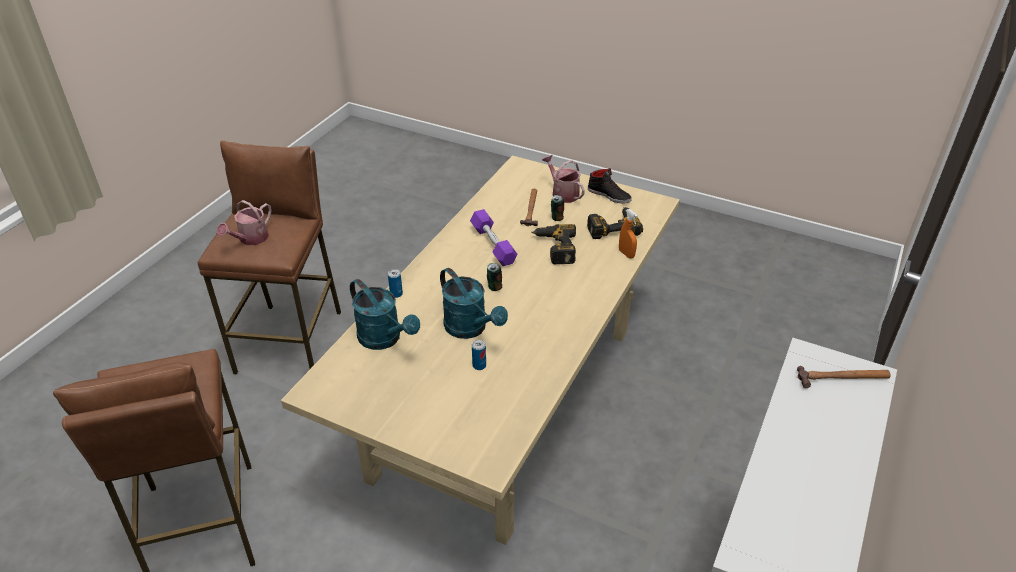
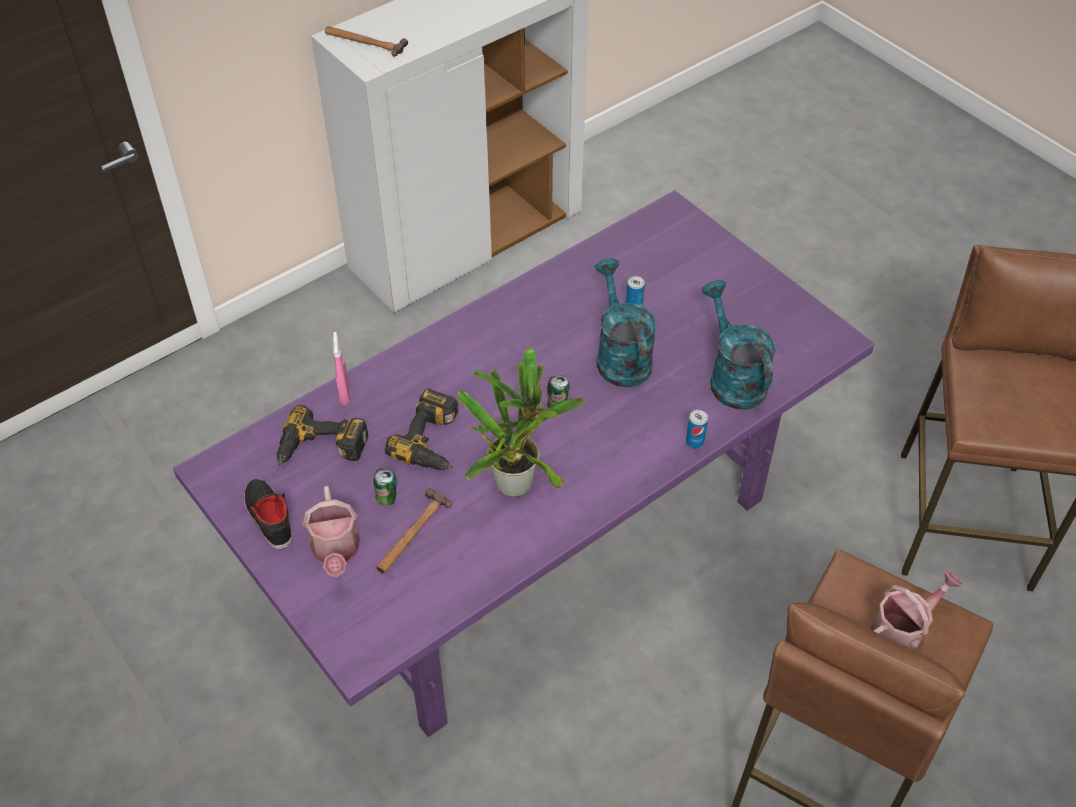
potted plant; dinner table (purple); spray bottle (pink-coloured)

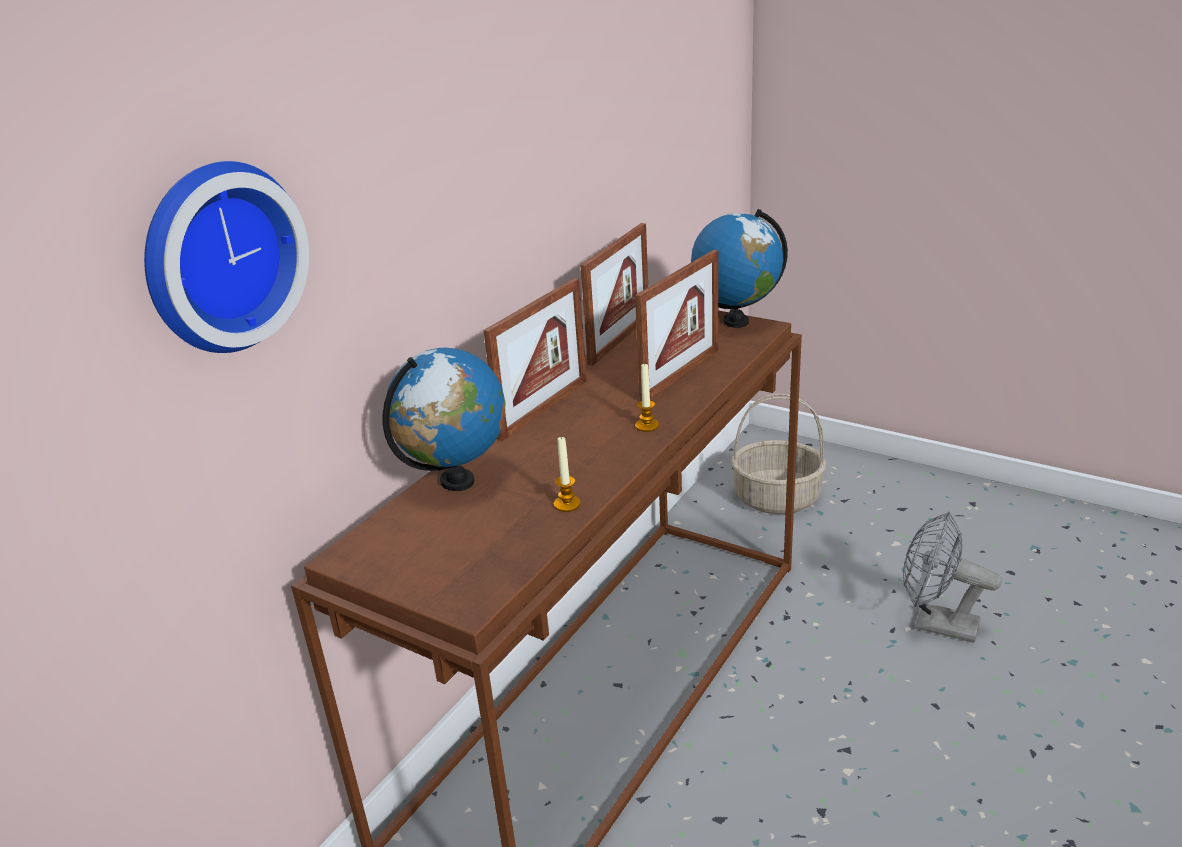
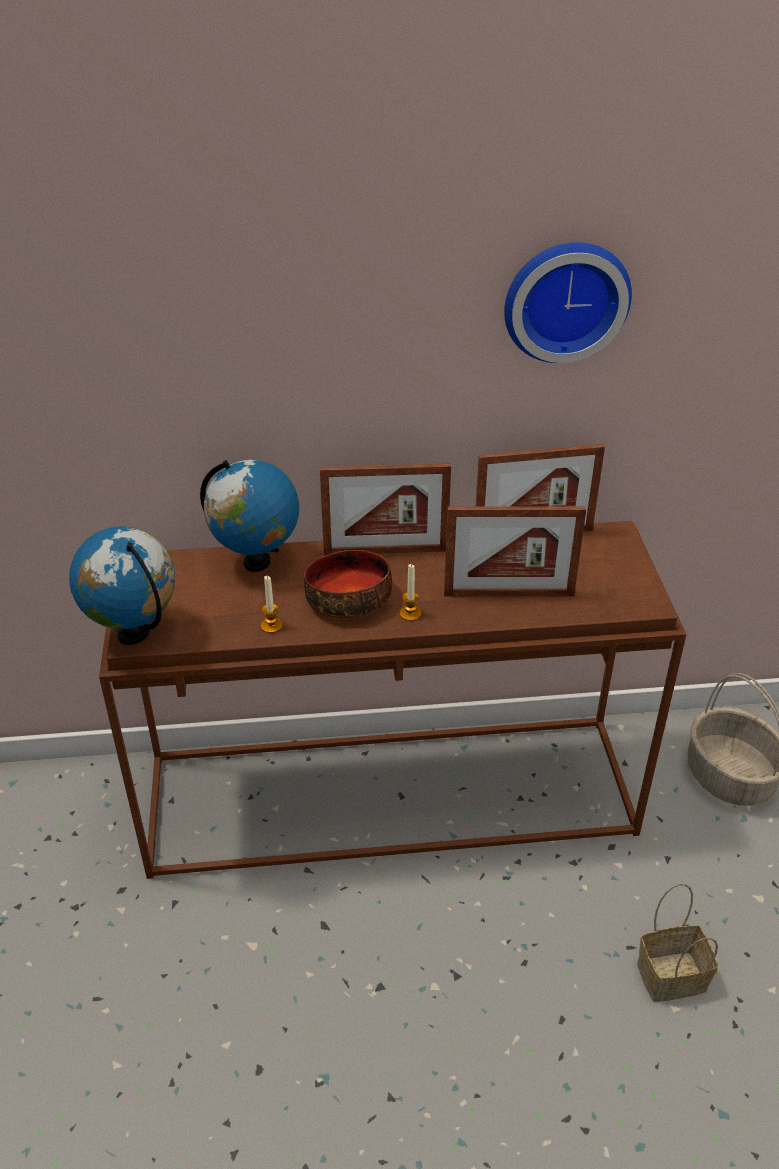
bowl; wall clock; globe (1st from left); storage basket (1st from left)

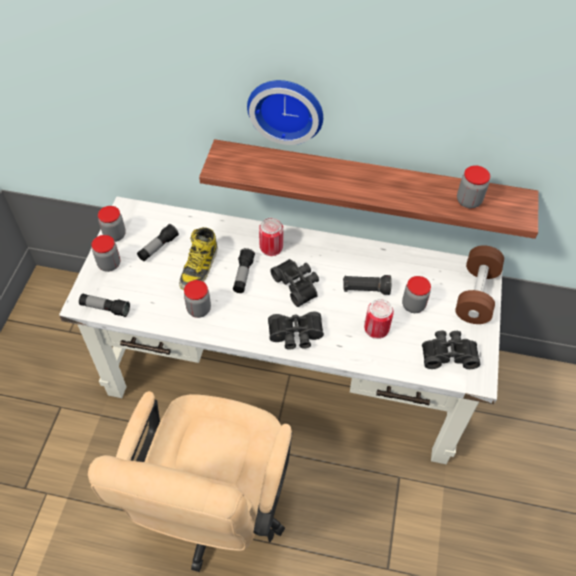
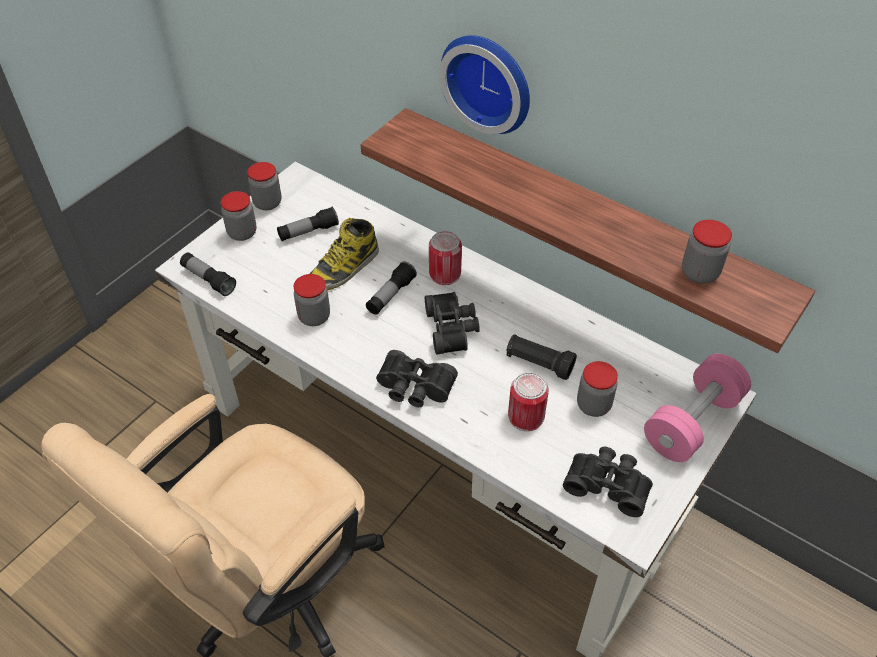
hand weight (pink-coloured)

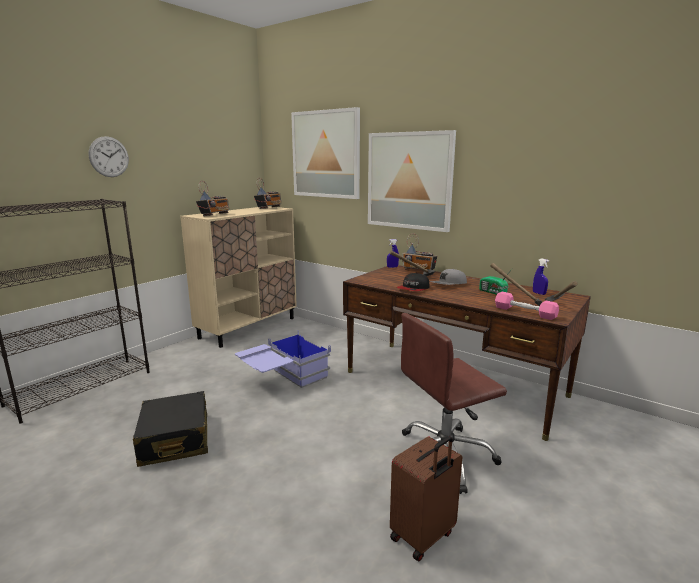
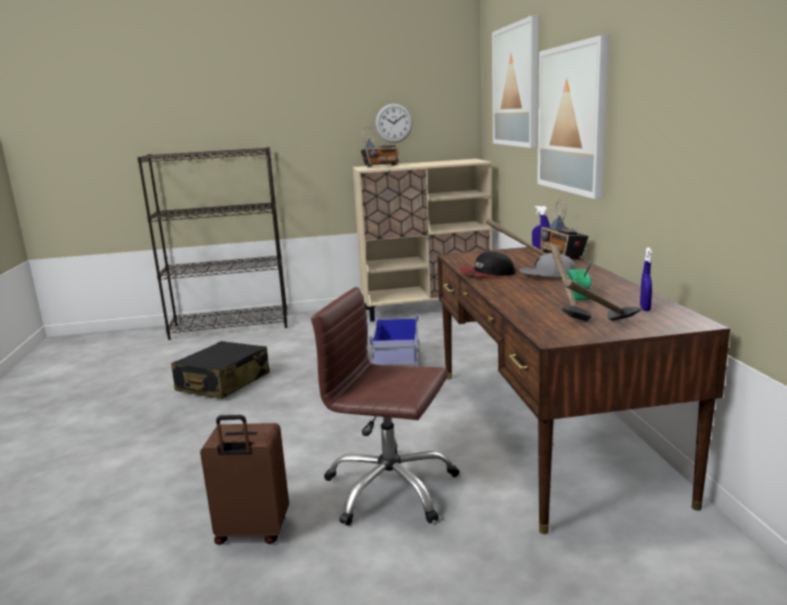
radio set (2nd from left in the first image); hand weight (pink-coloured); wall clock

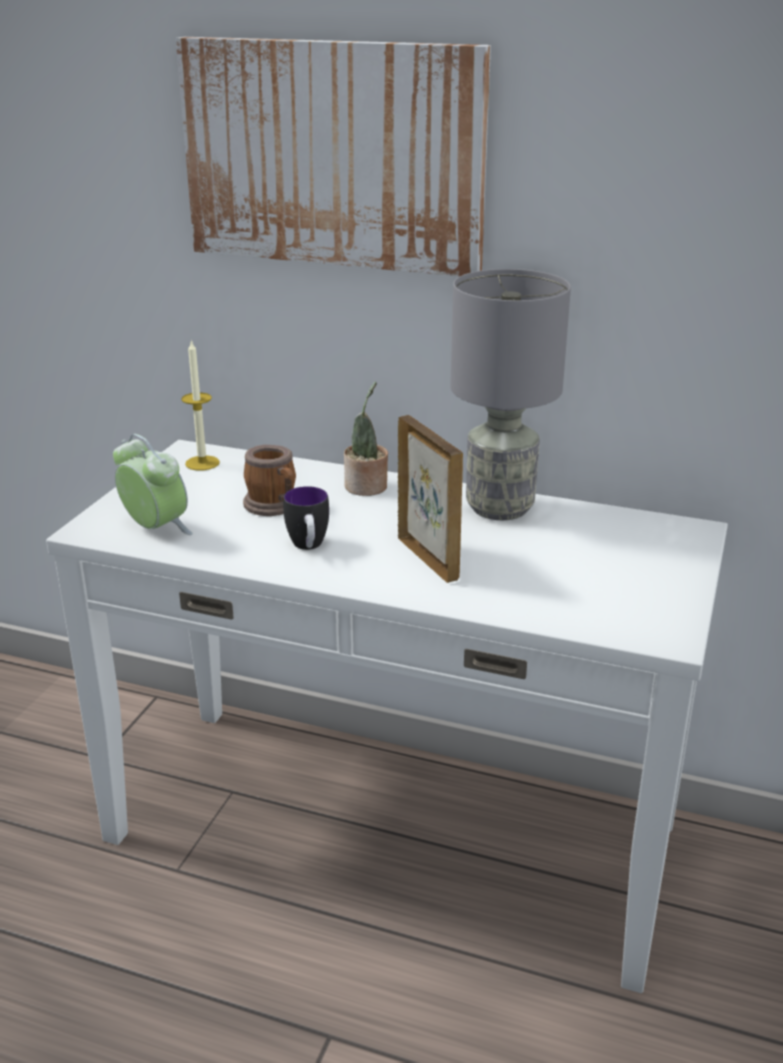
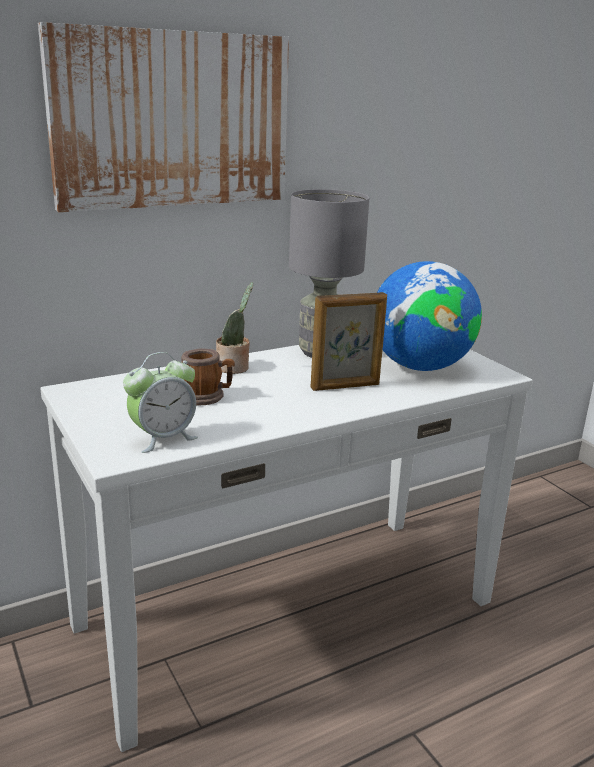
candle; tea mug (2nd from left in the first image); globe; alarm clock; photo frame

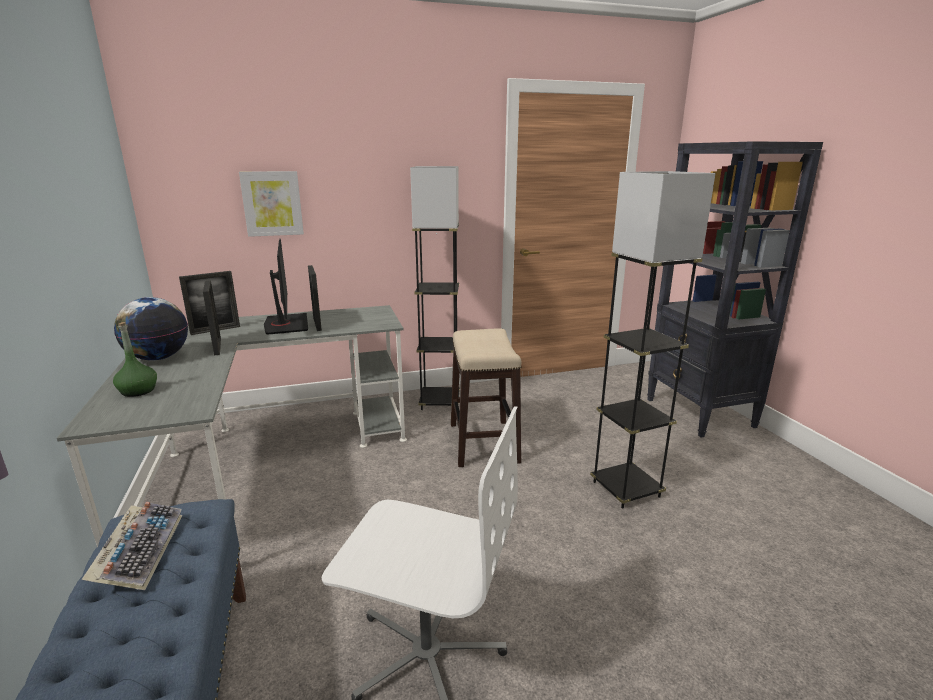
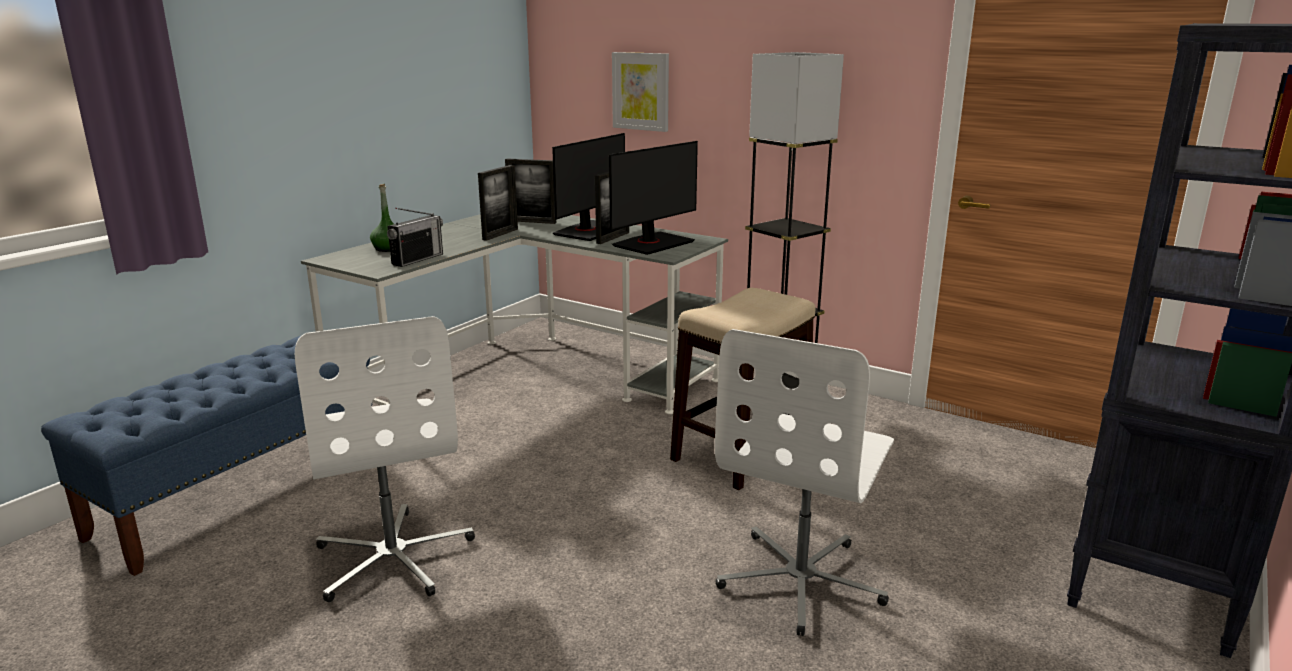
computer keyboard; globe; radio set; computer screen (2nd from left); computer chair (white) (2nd from left)

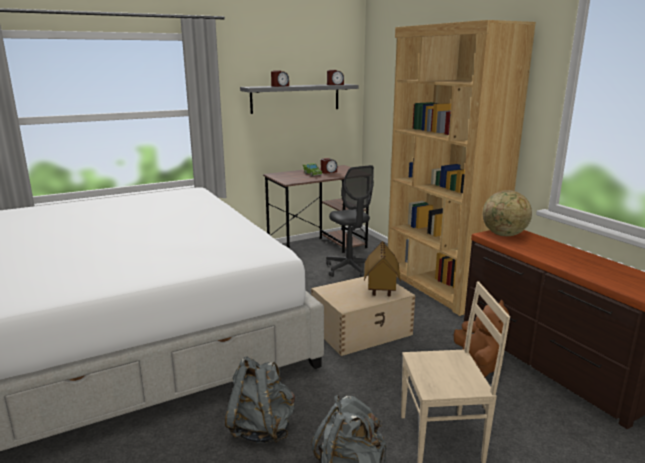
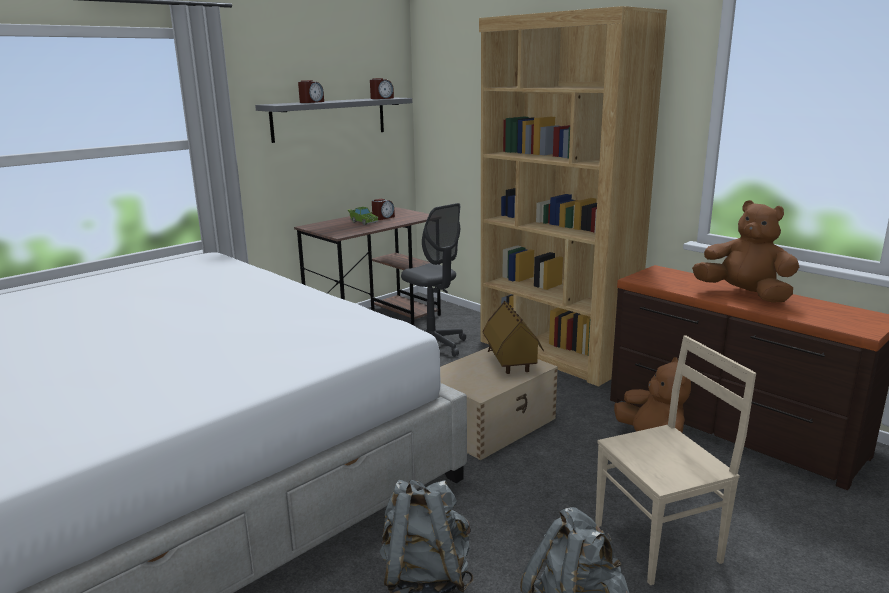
globe; soft toy (brown) (2nd from left)

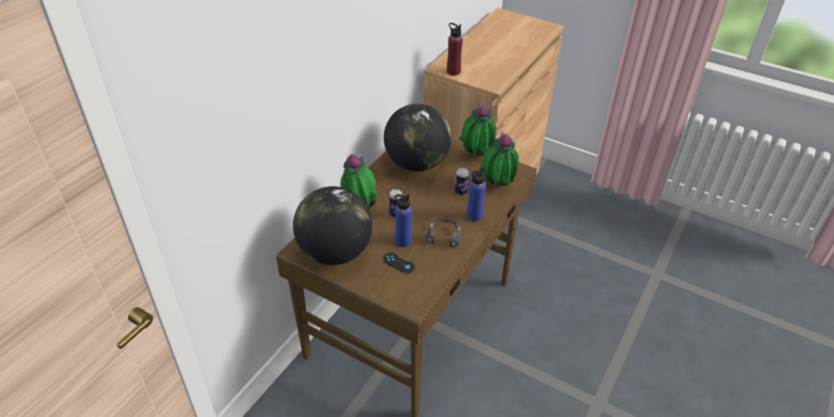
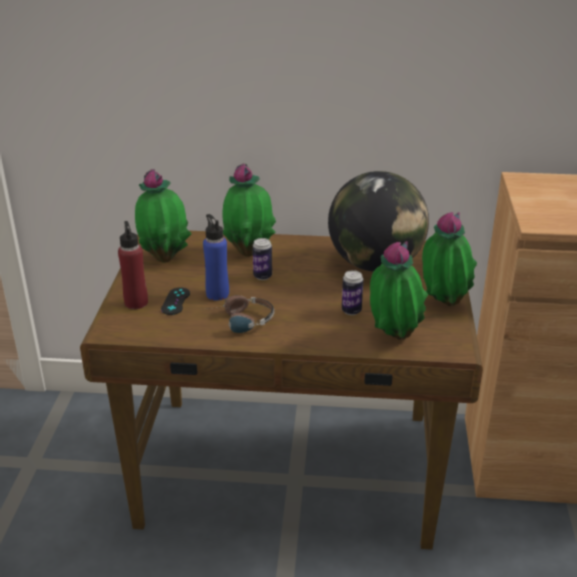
beverage bottle (blue) (2nd from left in the first image); beverage bottle (red); potted plant (1st from left)

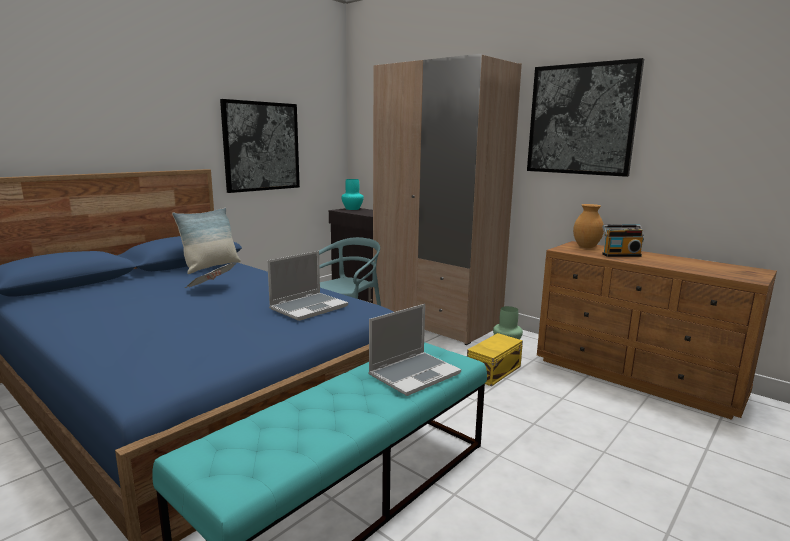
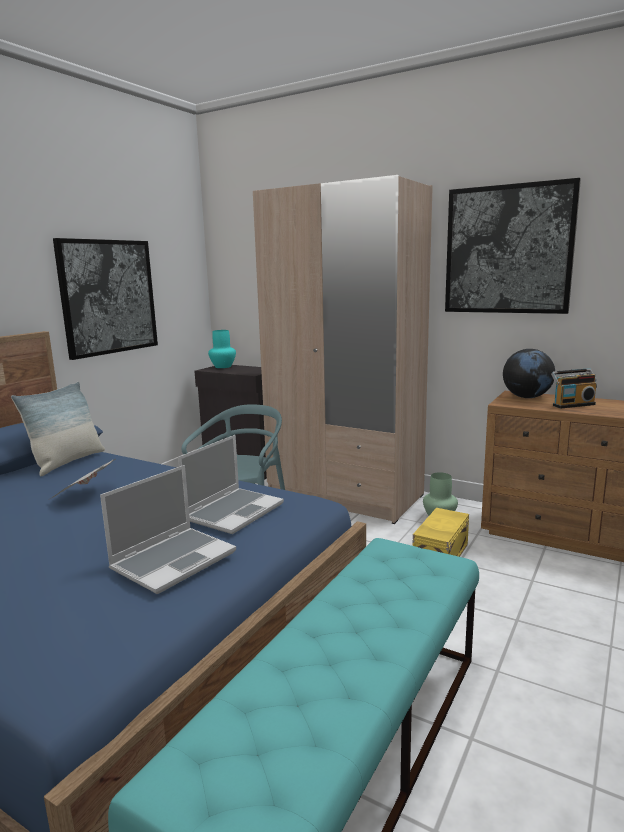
notebook computer (1st from left); globe

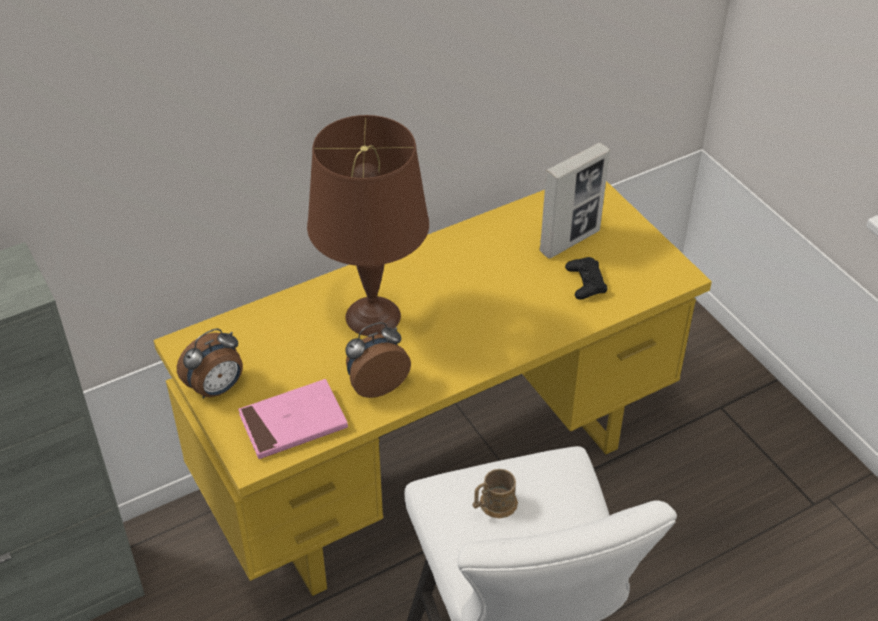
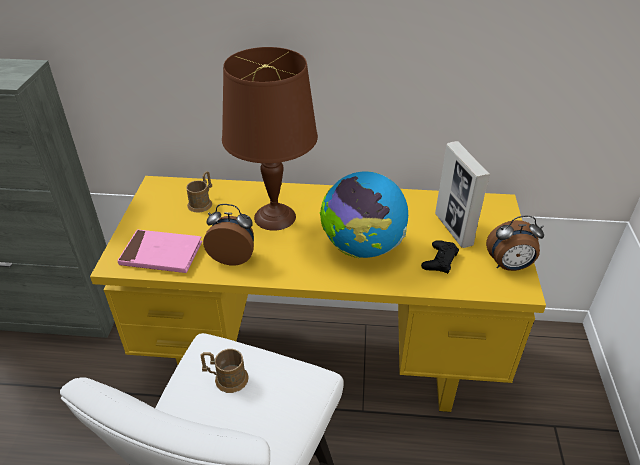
tea mug (brown) (1st from left); globe; alarm clock (2nd from left); photo frame

